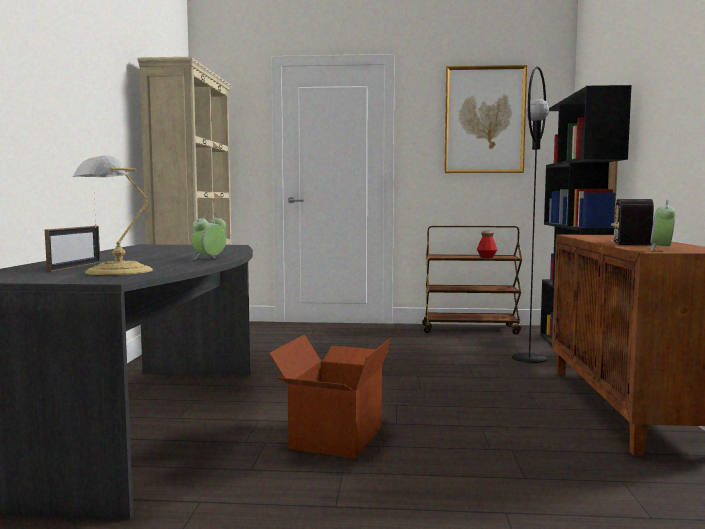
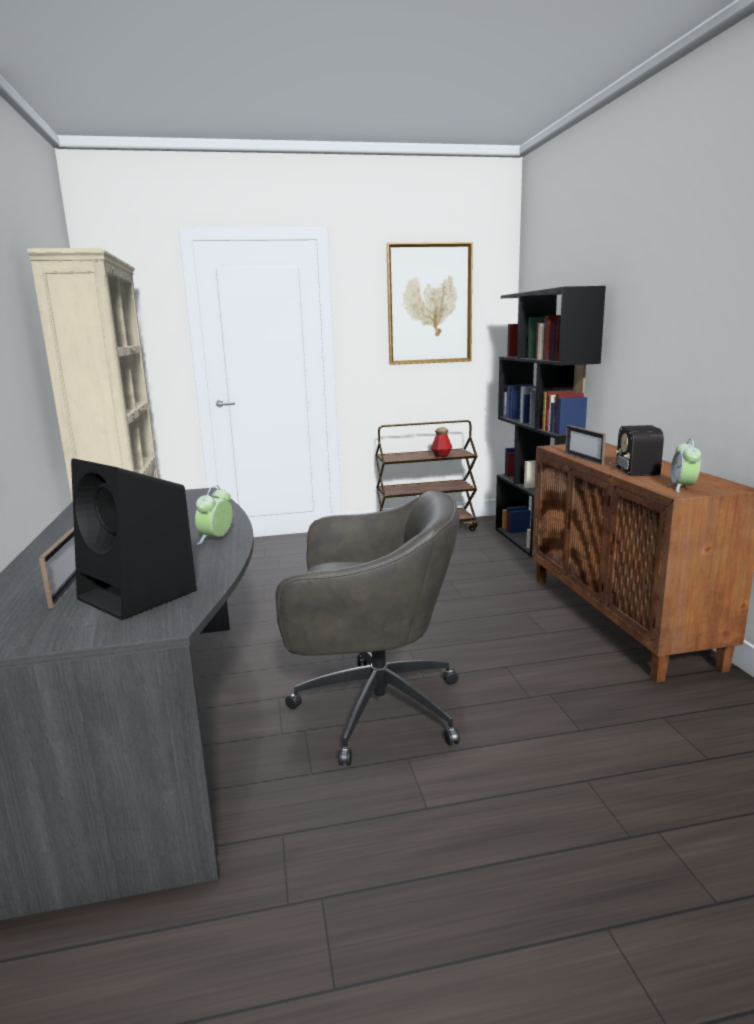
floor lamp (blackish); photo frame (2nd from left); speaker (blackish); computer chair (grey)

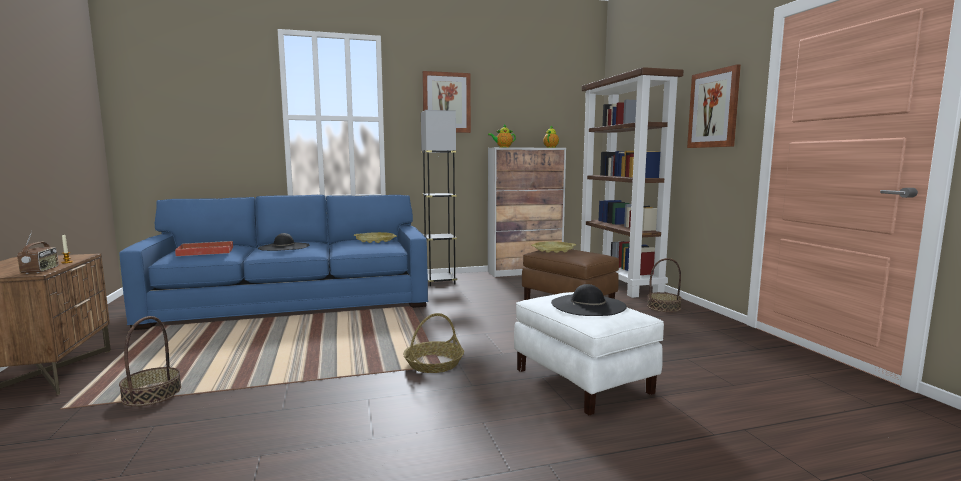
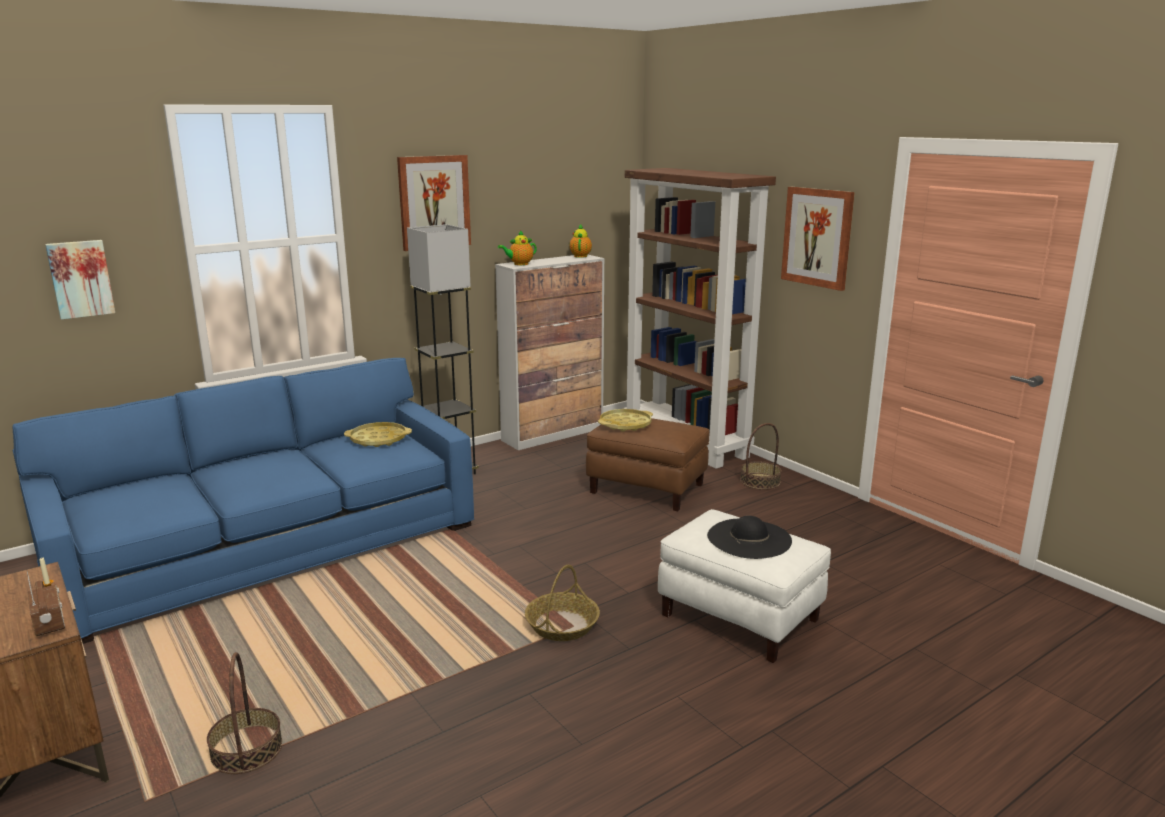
carrying tray (red); wearable hat (blackish) (1st from left in the first image); wall art (1st from left)

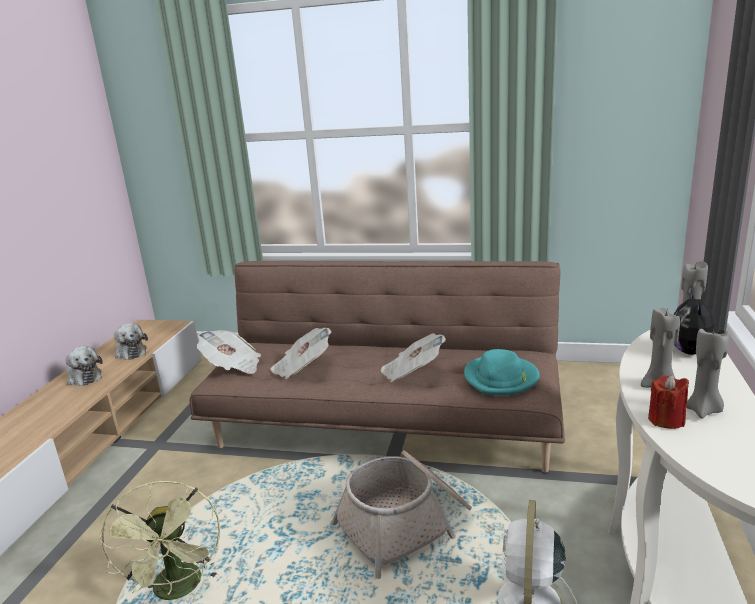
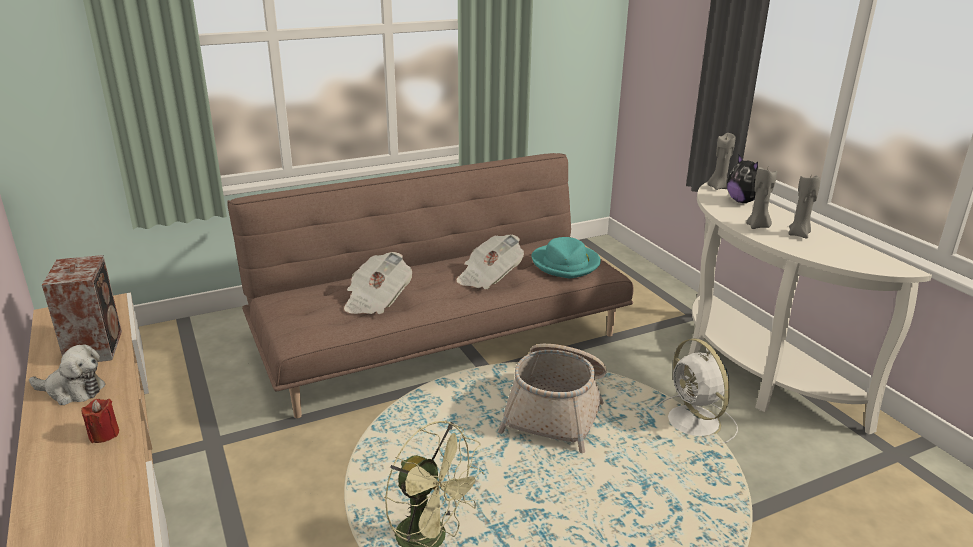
daily paper (1st from left in the first image); candle (red); speaker

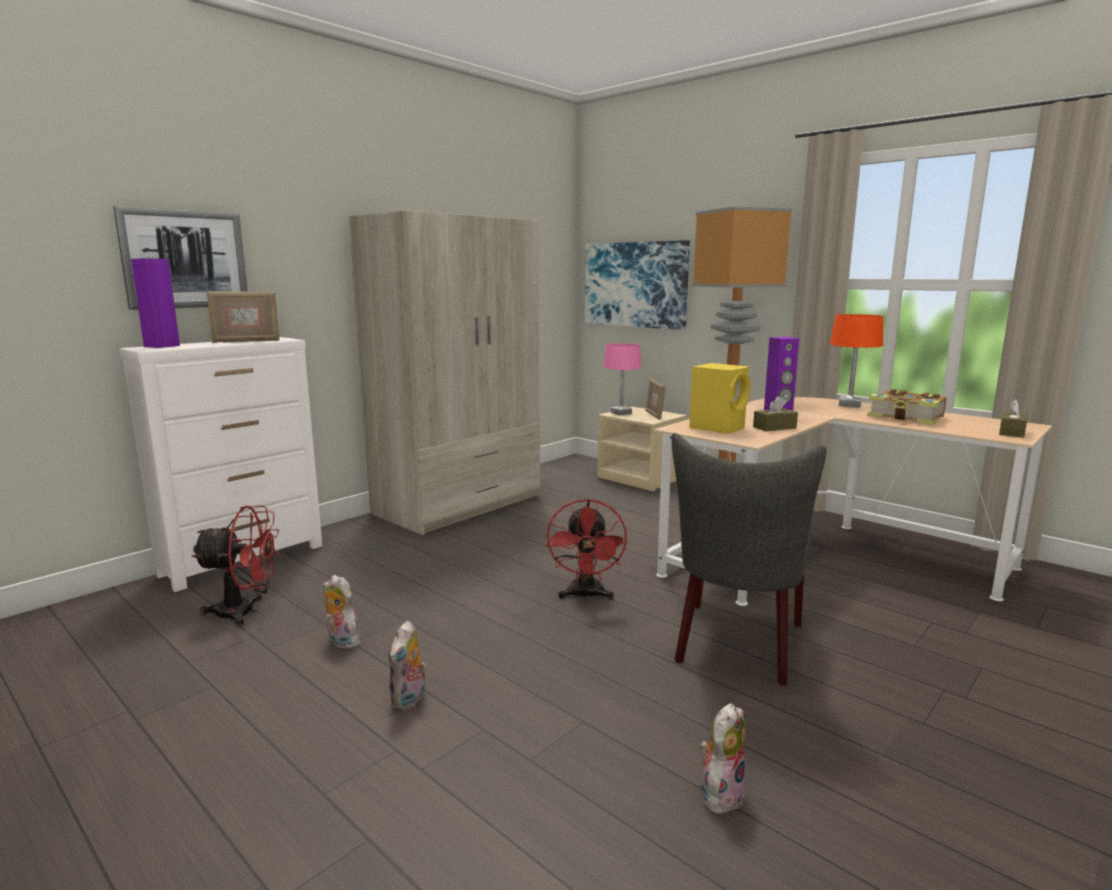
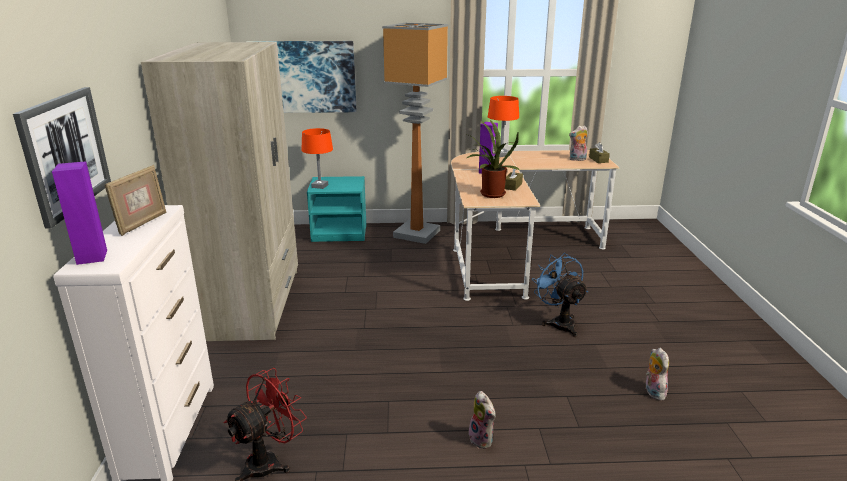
cooling fan (red) (2nd from left in the first image); photo frame (2nd from left in the first image); bound book; soft toy (2nd from left); cooling fan (blue); potted plant; nightstand (turquoise-coloured); tabletop lamp (orange-coloured) (1st from left)

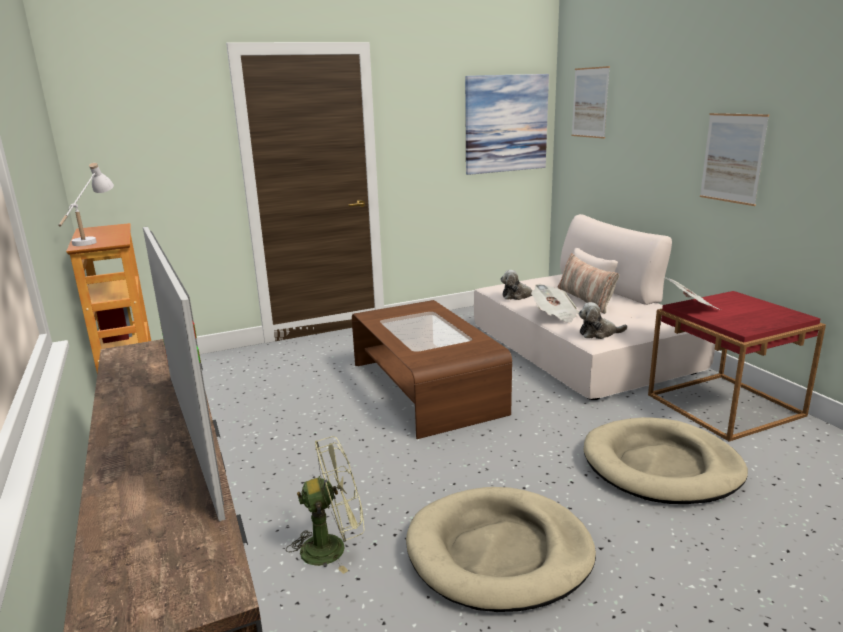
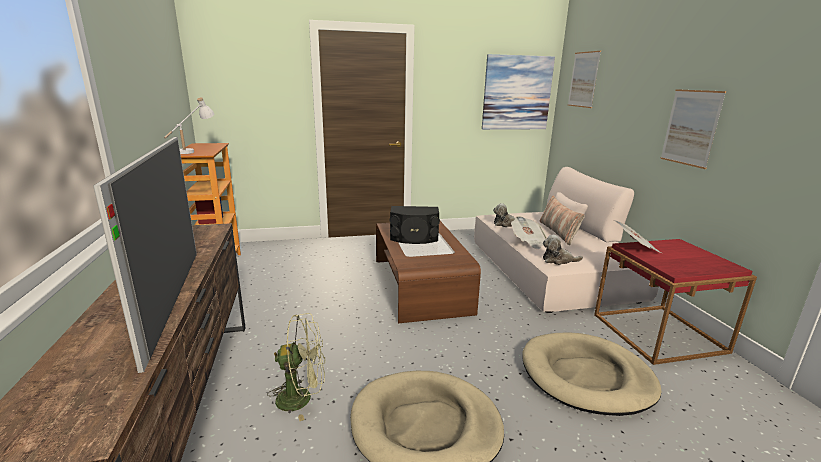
speaker (blackish)

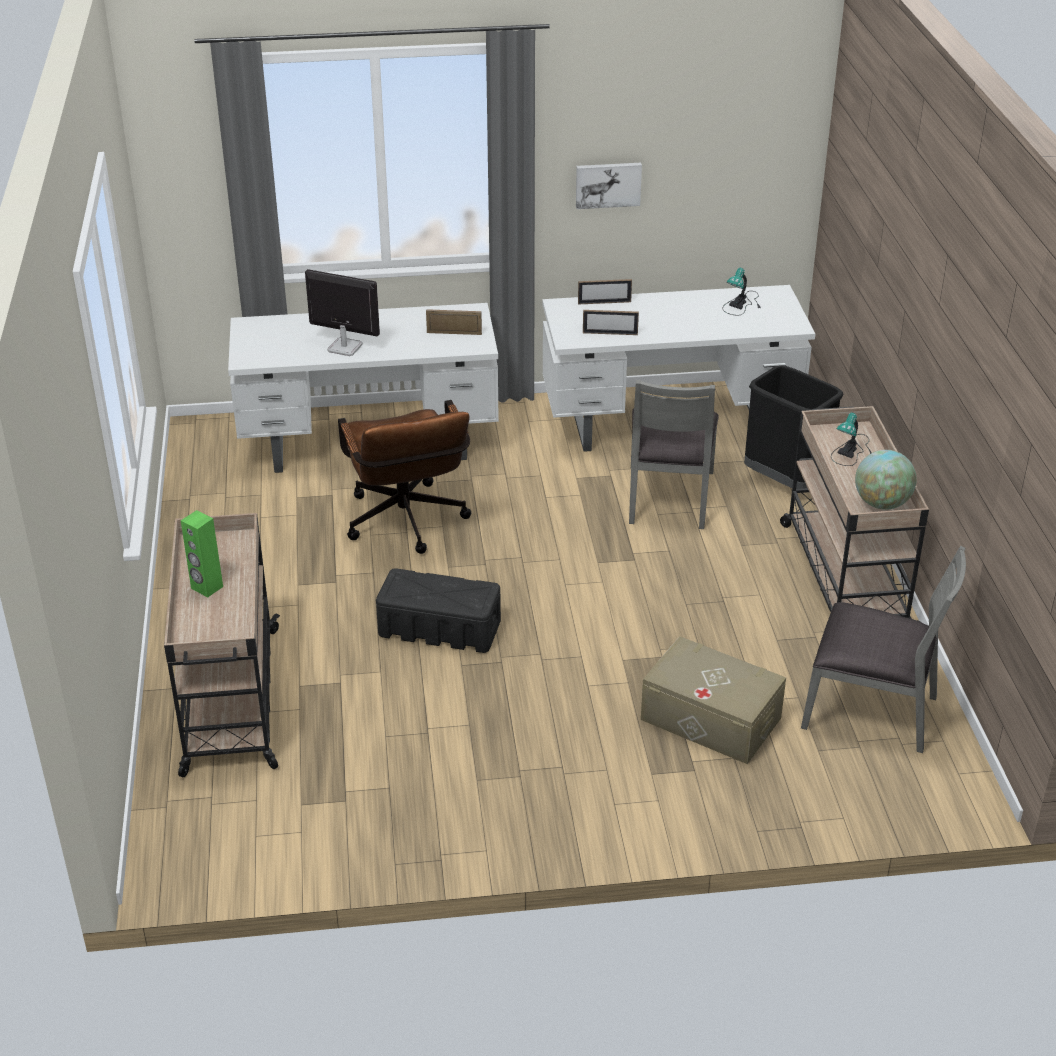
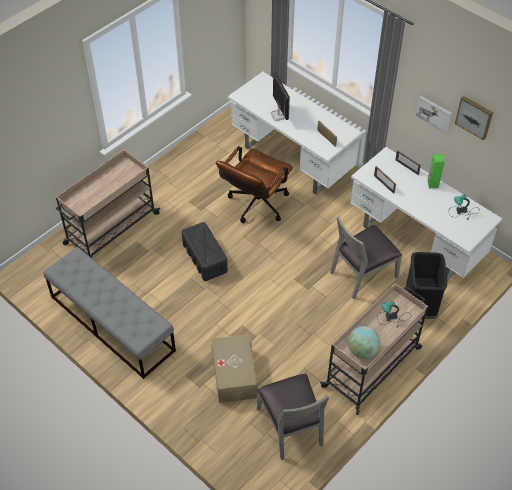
bench (grey); wall art (2nd from left); speaker (green-coloured)

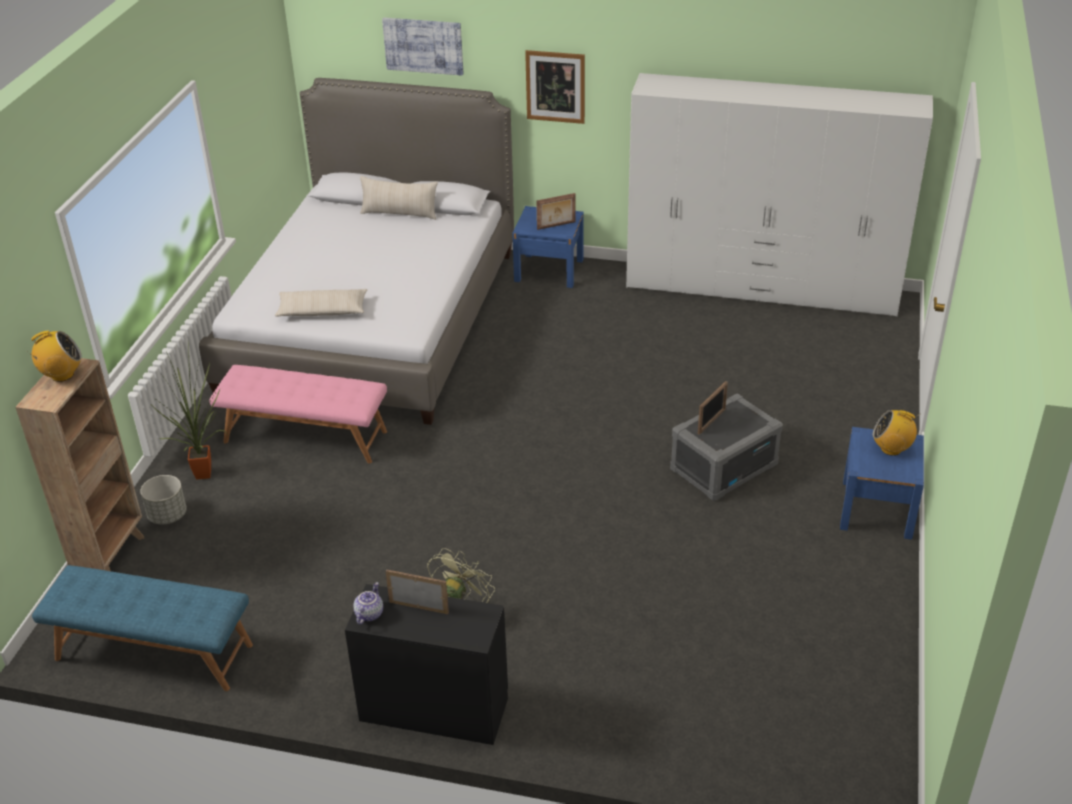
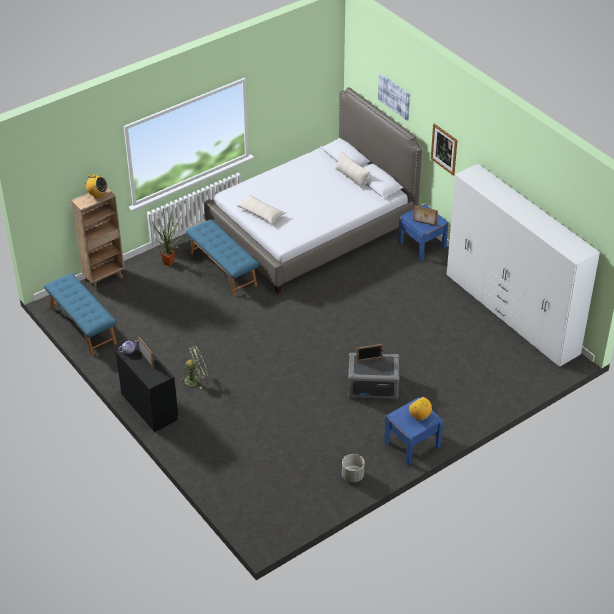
planter (grey); bench (blue) (2nd from left)

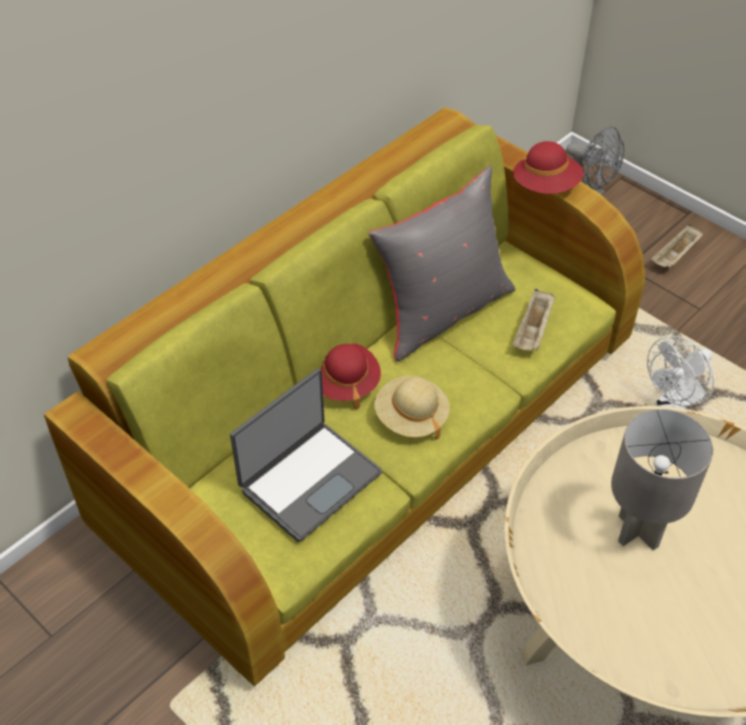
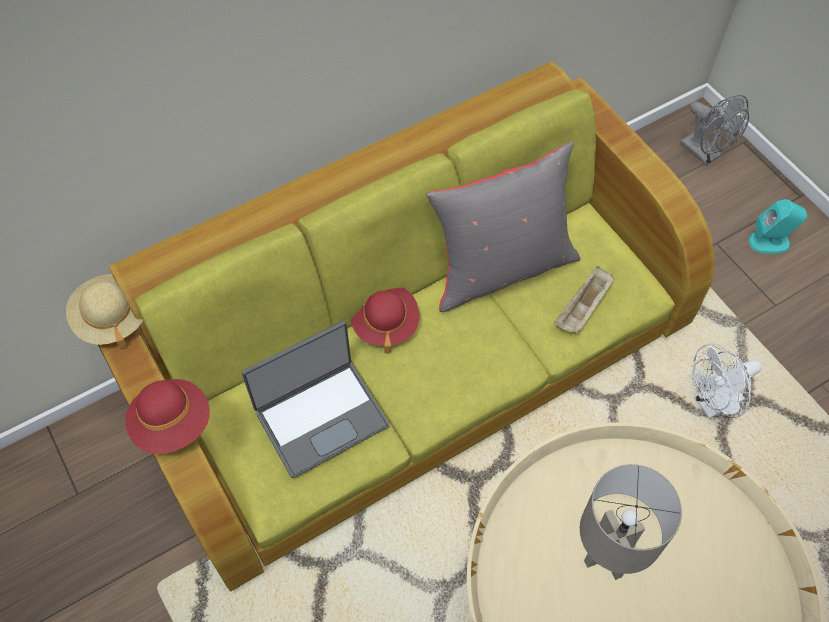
wearable hat (beige); wearable hat (red) (1st from left); speaker (turquoise-coloured)

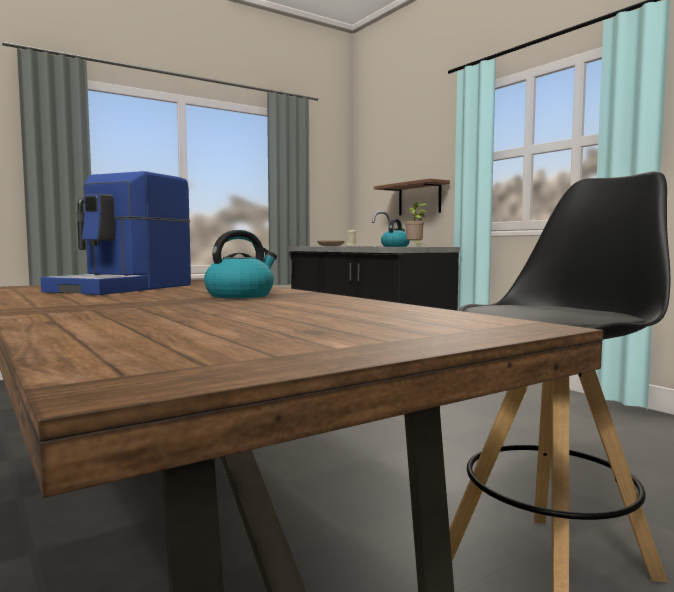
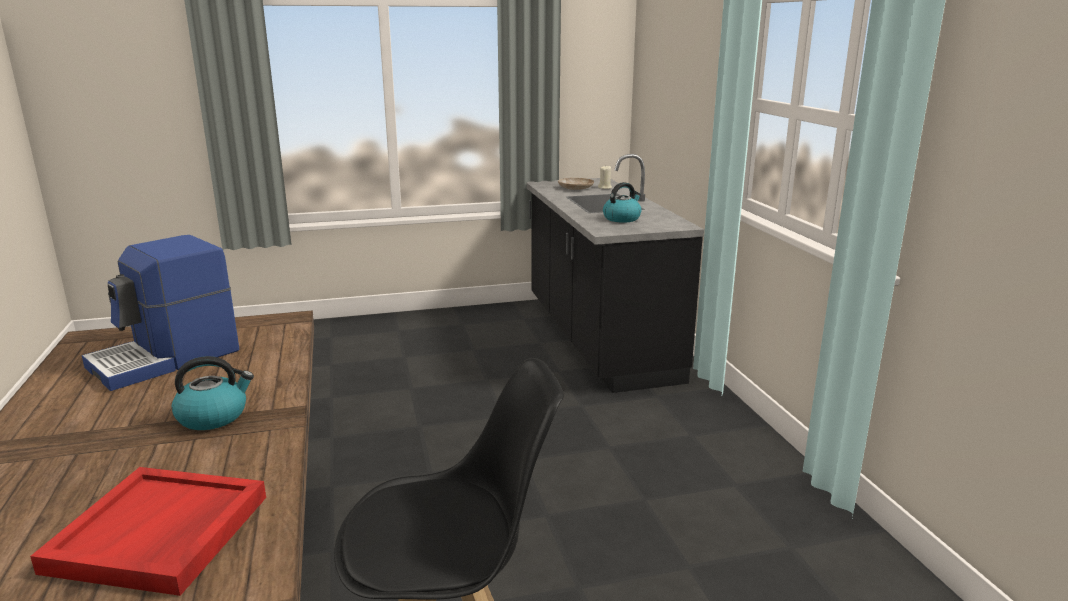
shelf; potted plant; carrying tray (red)

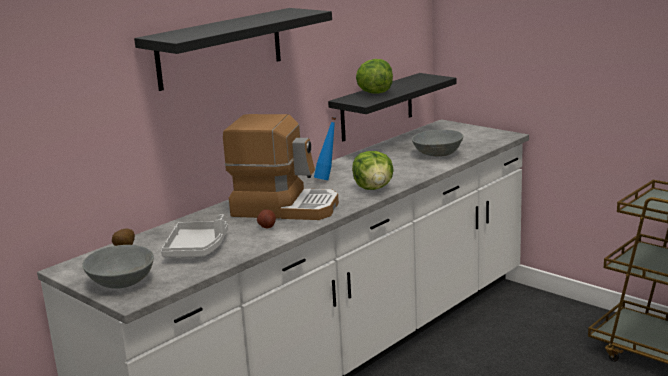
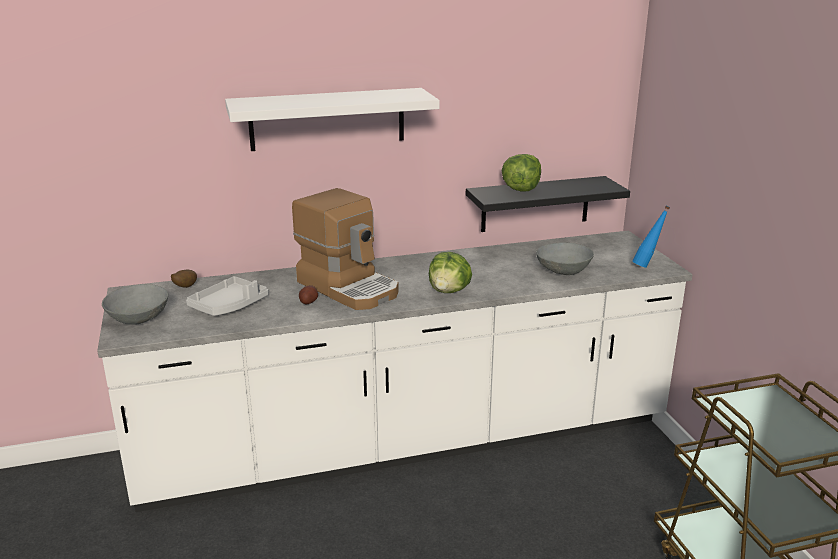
beverage bottle (blue); shelf (white)

